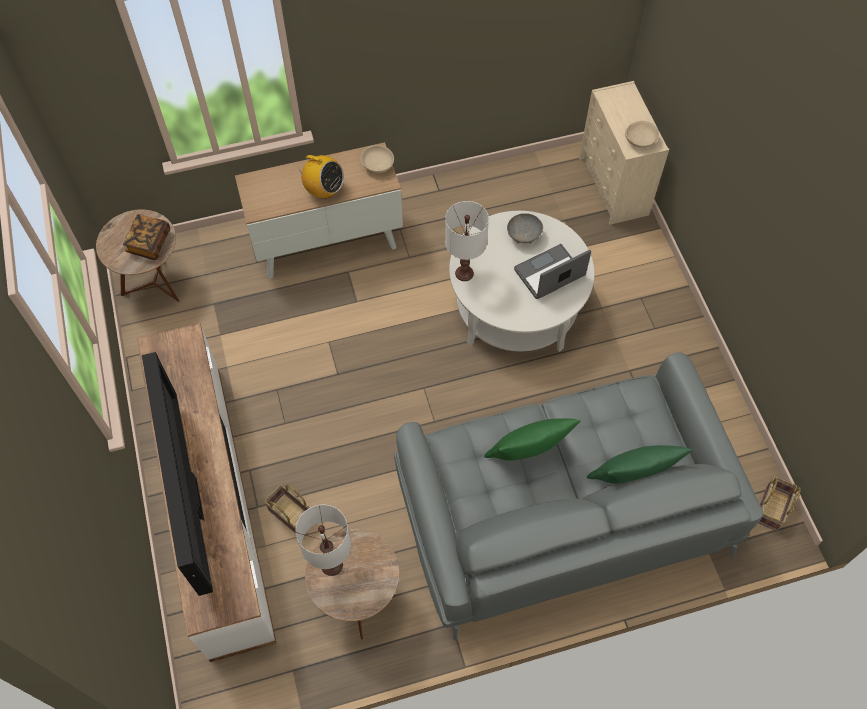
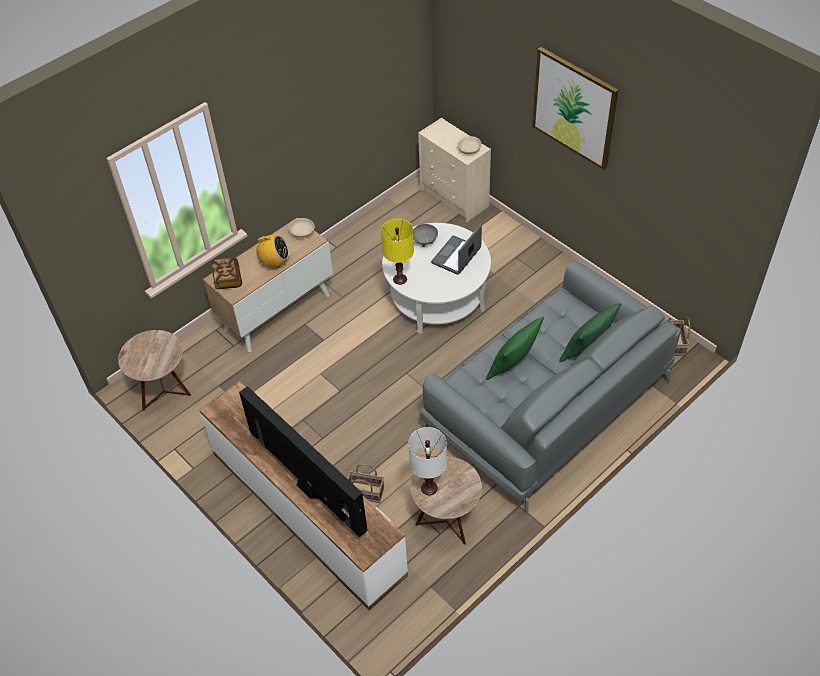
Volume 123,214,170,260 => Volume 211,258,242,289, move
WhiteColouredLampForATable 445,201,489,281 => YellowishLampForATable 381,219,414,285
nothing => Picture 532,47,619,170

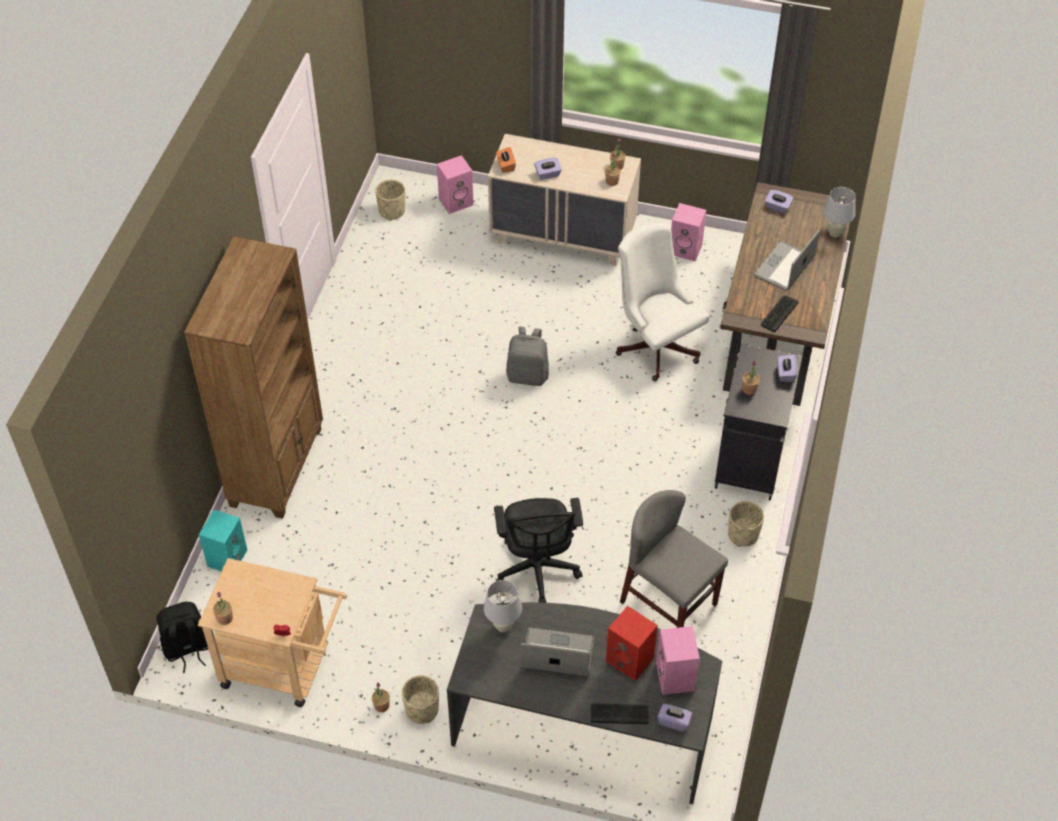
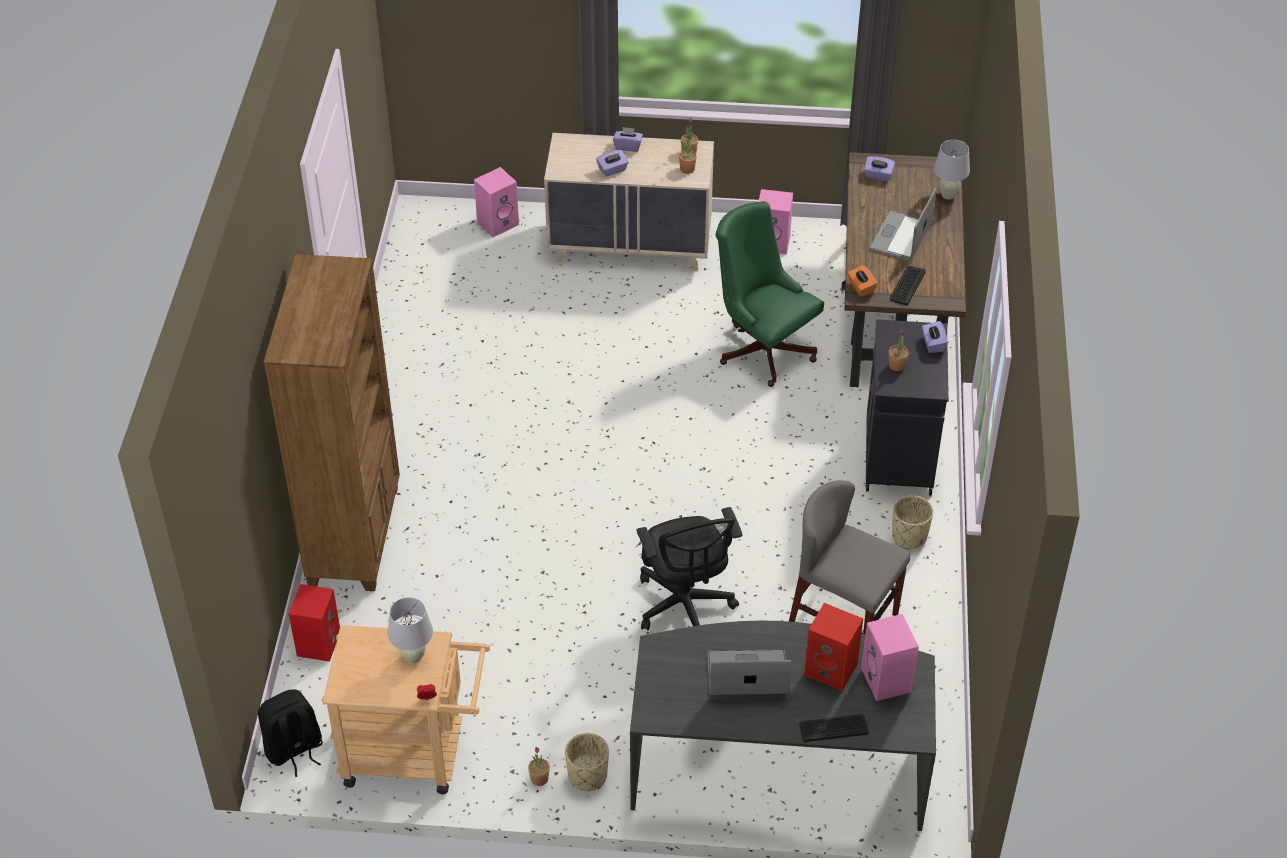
TurquoiseColouredLoudspeaker 199,510,247,572 => RedColouredLoudspeaker 289,584,340,662
PottedPlant 213,592,233,625 => nothing
BeigePlantPot 375,180,405,221 => nothing
WhiteColouredLampForATable 484,580,522,632 => WhiteColouredLampForATable 388,597,433,664, move
OrangeTissueBox 496,147,516,173 => OrangeTissueBox 848,265,877,296, move
GreyishRucksack 506,327,549,386 => nothing
WhiteColouredDeskChair 616,223,709,381 => GreenDeskChair 715,201,824,387
PurpleColouredTissueBox 657,704,692,732 => PurpleColouredTissueBox 613,127,643,152, move

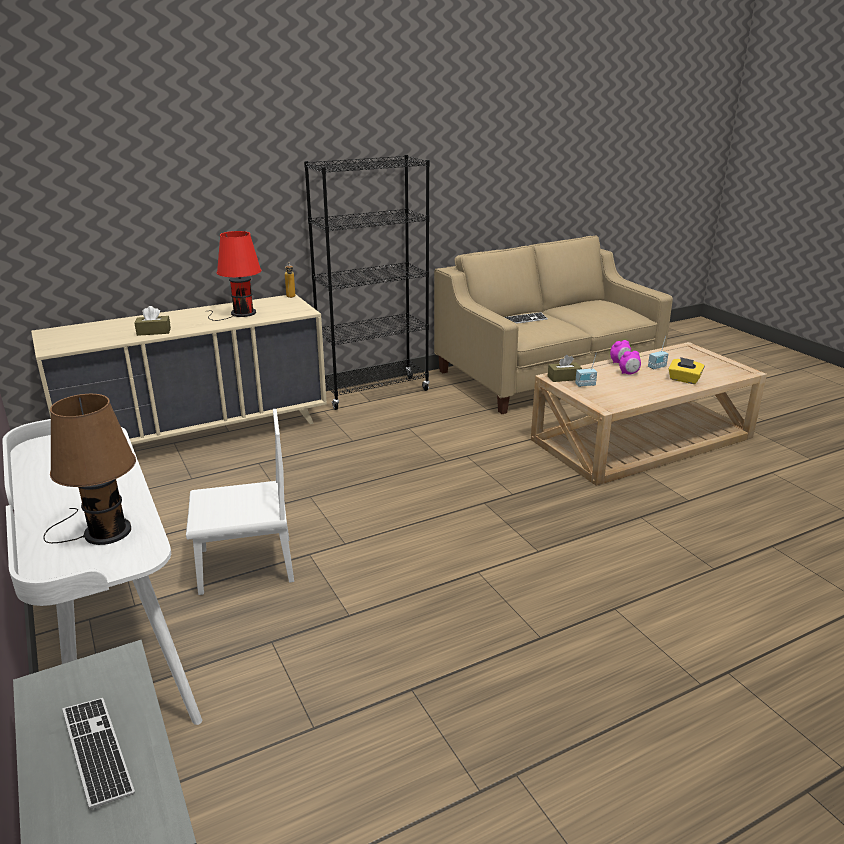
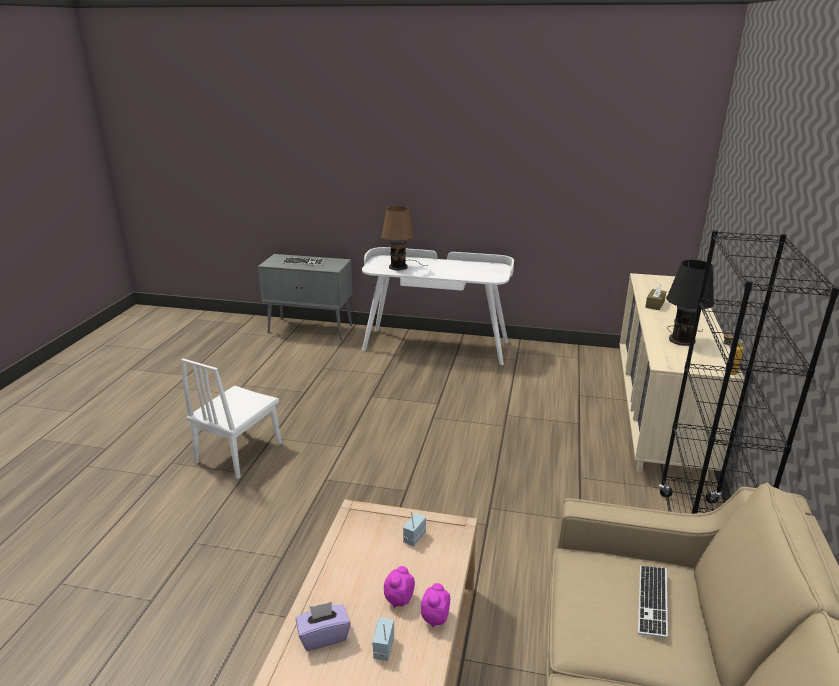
WhiteColouredChair 186,409,294,595 => WhiteColouredChair 181,359,282,479, move
RedColouredLampForATable 208,231,262,321 => BlackLampForATable 666,260,714,346
BrownTissueBox 548,355,582,382 => nothing
YellowishTissueBox 669,357,705,384 => PurpleColouredTissueBox 296,602,351,651

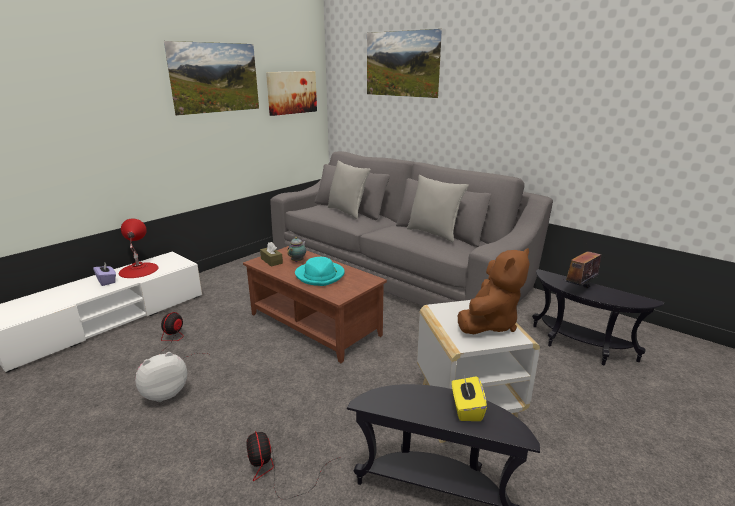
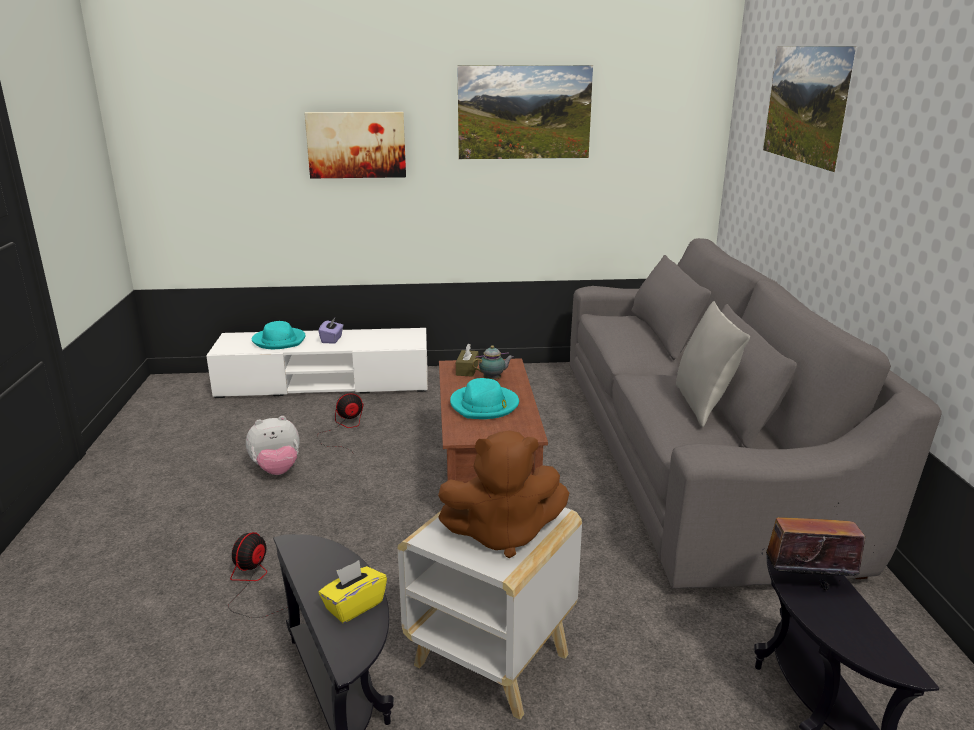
RedColouredLampForATable 119,218,159,278 => nothing
CuddlyToy 135,352,187,402 => CuddlyToy 246,416,299,475, 150 degrees clockwise
Picture 266,71,317,116 => Picture 304,112,406,179, move
GreyishPillow 328,160,371,219 => nothing
nothing => TurquoiseColouredWearableHat 251,321,306,349

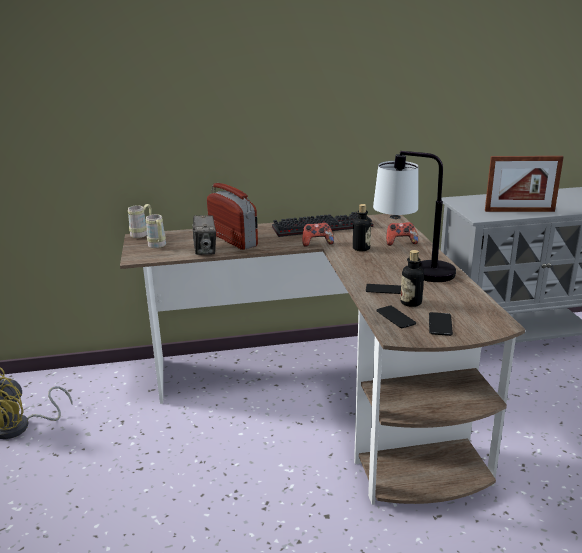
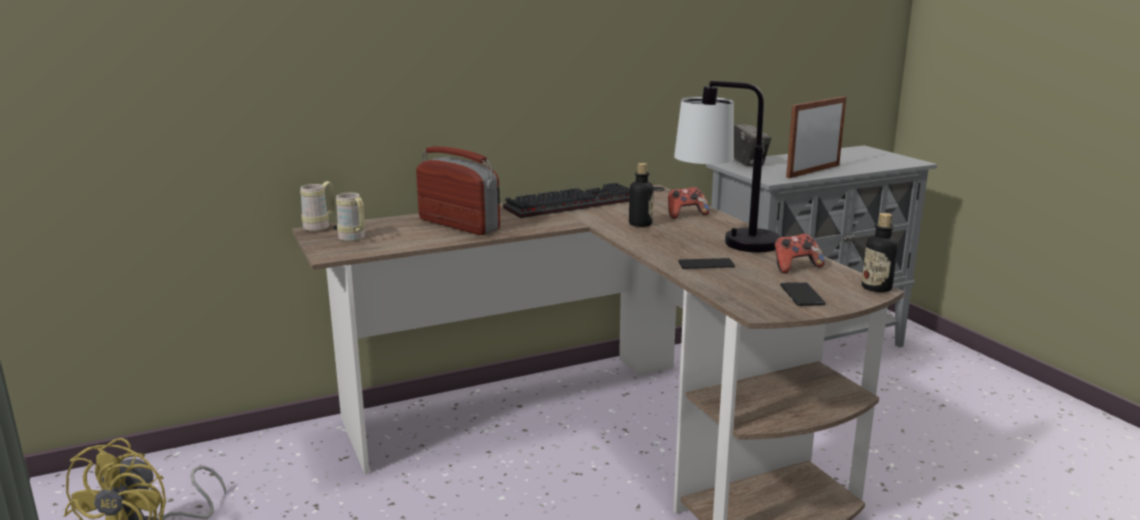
PhotoCamera 192,216,216,255 => PhotoCamera 734,124,771,166, move
Gamepad 302,223,334,247 => Gamepad 774,234,825,274, move
Telephone 377,305,416,328 => nothing
Bottle 400,250,424,307 => Bottle 862,213,898,292, move
PhotoFrame 485,156,564,212 => PhotoFrame 786,96,846,178, 150 degrees clockwise

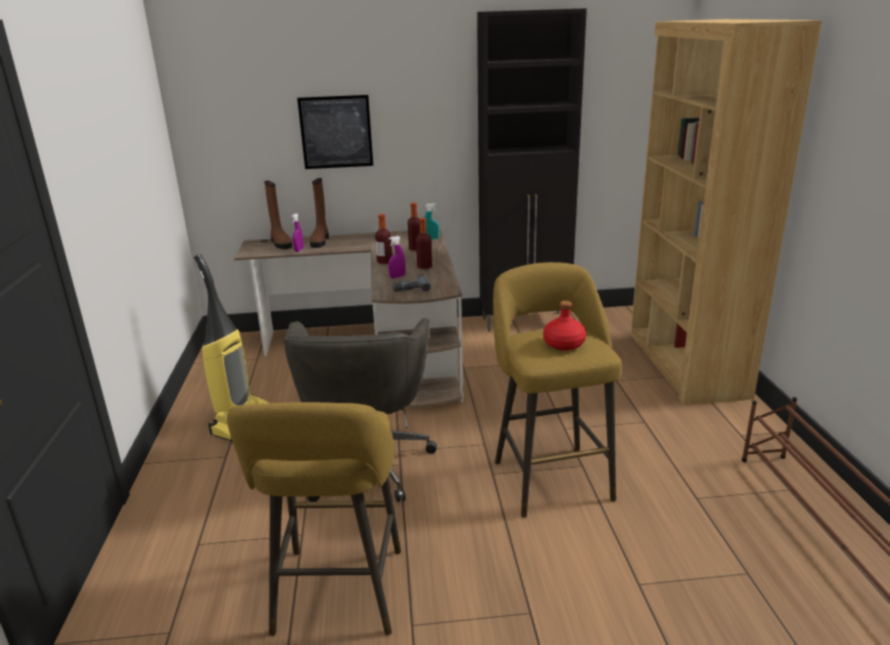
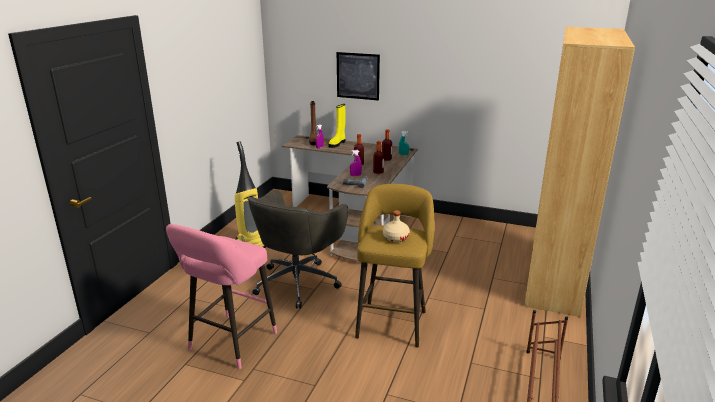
YellowishStool 227,402,401,636 => PinkStool 166,224,277,369
BrownTallBoot 310,178,329,248 => YellowishTallBoot 328,104,346,148
BlackCabinet 477,8,587,332 => nothing
RedColouredBottle 543,301,586,350 => BeigeBottle 383,210,410,242

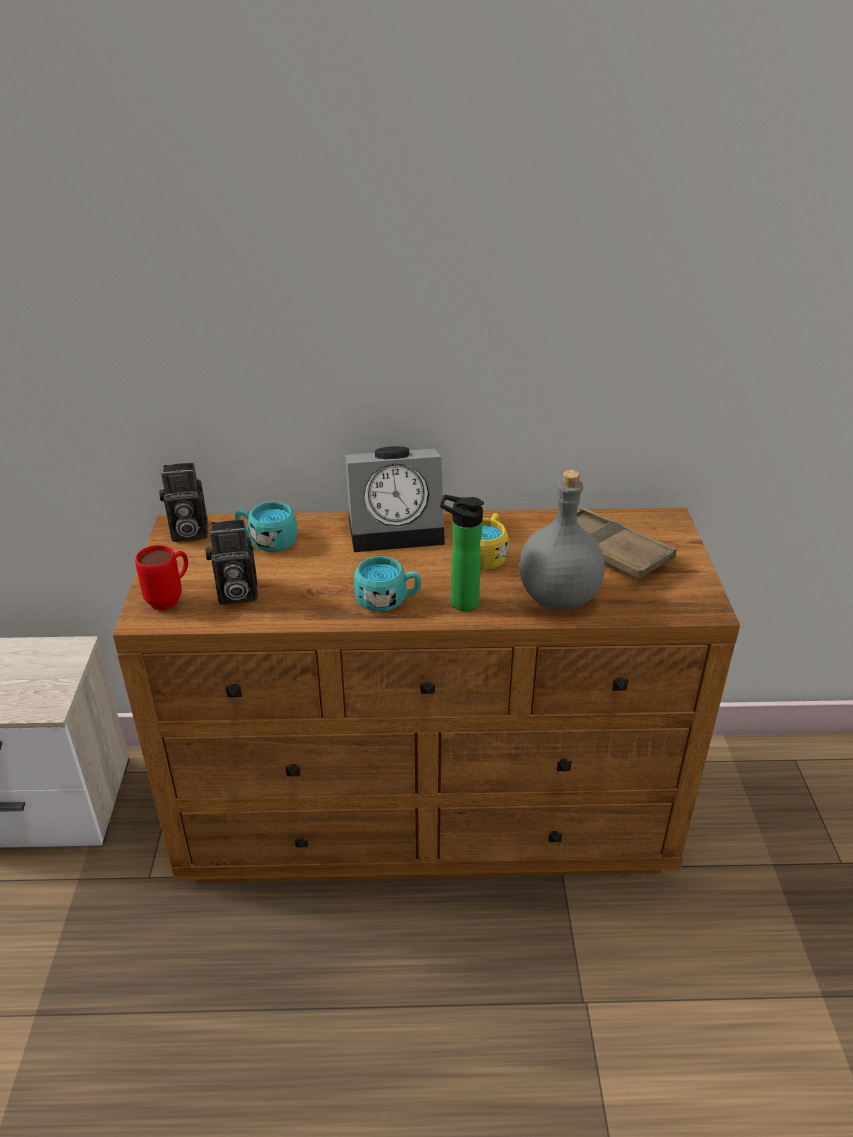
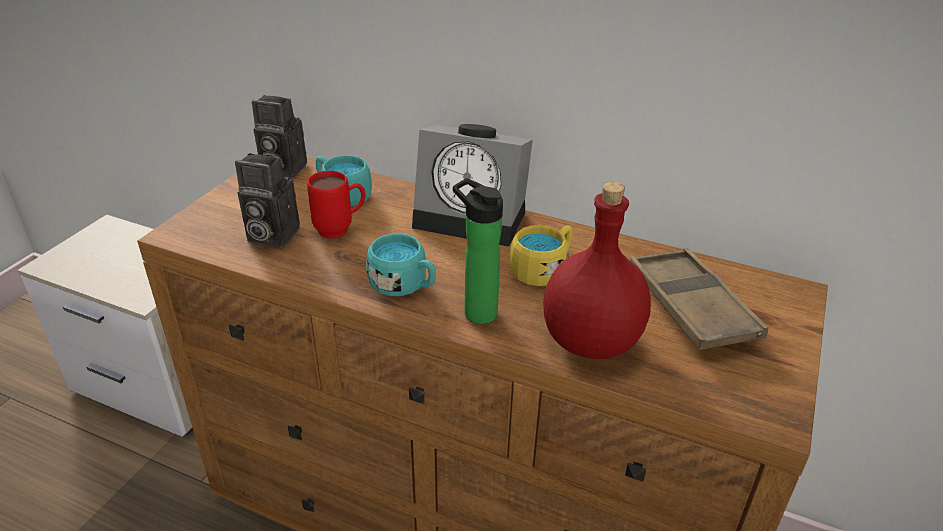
RedColouredTeaMug 135,545,188,610 => RedColouredTeaMug 307,171,366,239, move
GreyishBottle 519,470,604,610 => RedColouredBottle 543,182,651,359

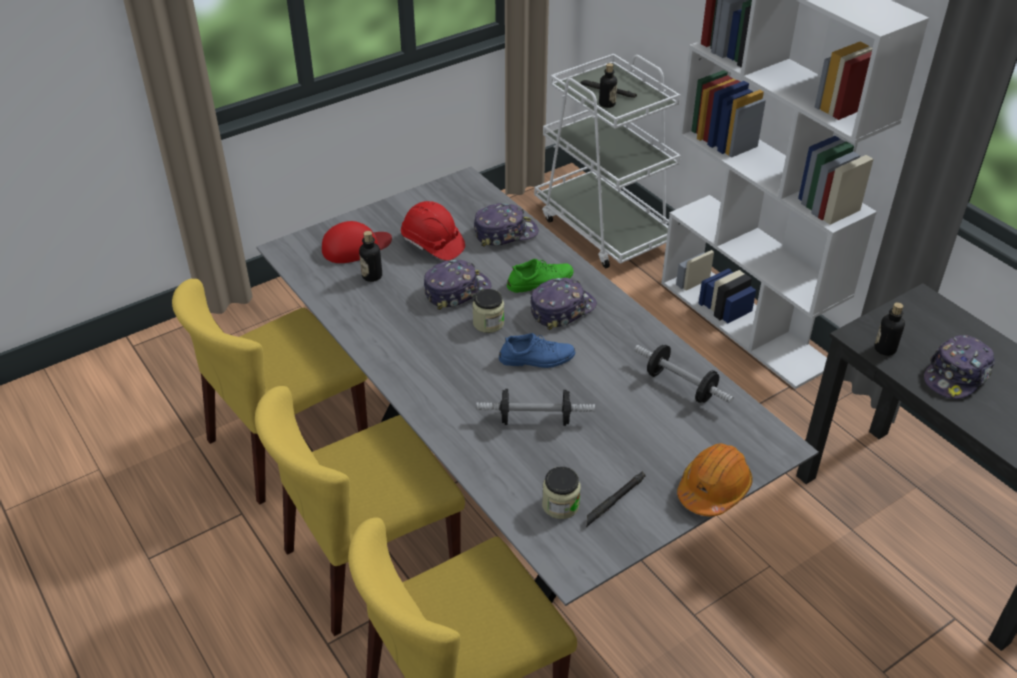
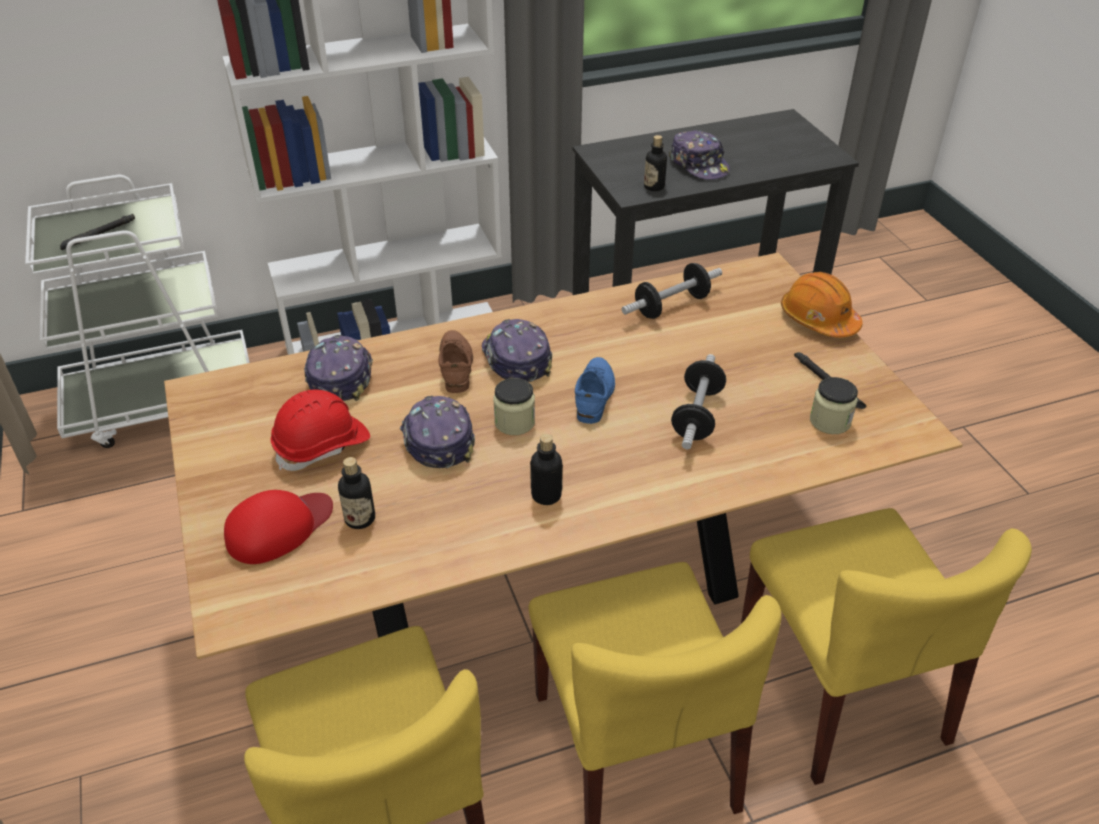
GreyishKitchenTable 256,167,819,606 => BrownKitchenTable 164,253,963,659
RedColouredCap 322,221,392,263 => RedColouredCap 224,490,333,564, 60 degrees clockwise
GreenShoe 507,259,573,293 => BrownShoe 439,330,473,393
Bottle 599,63,617,108 => Bottle 530,434,563,505, move

